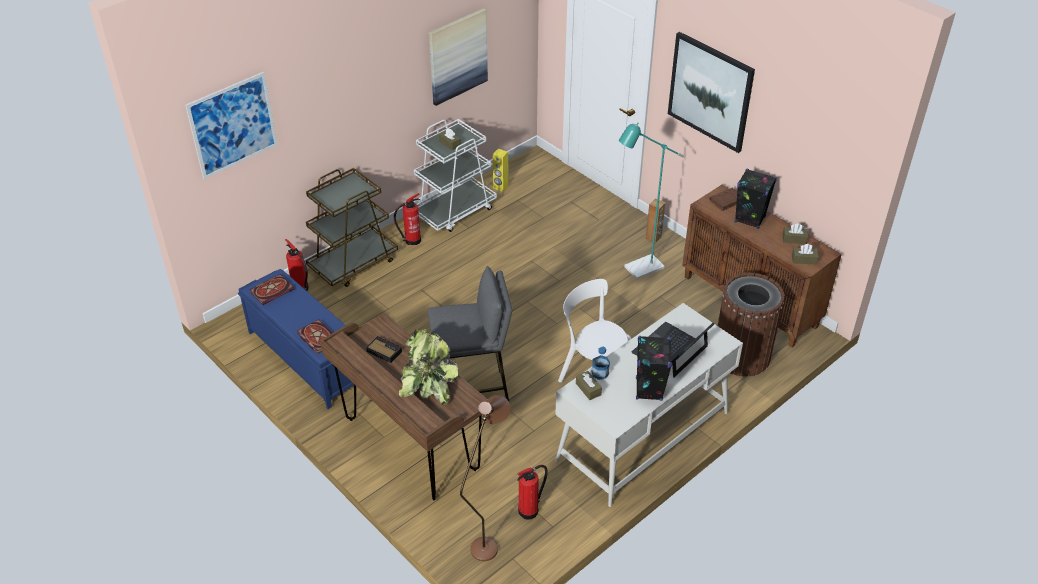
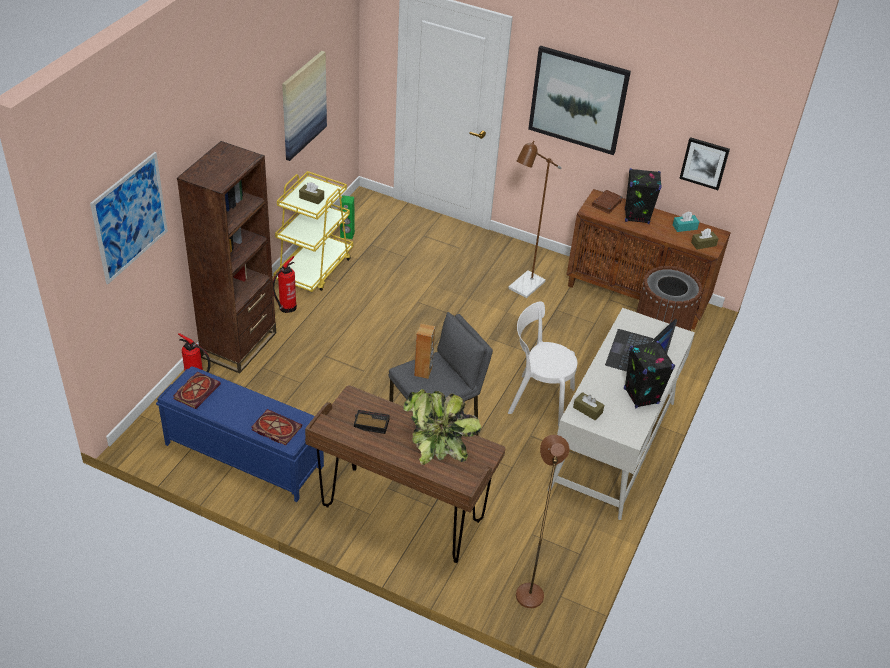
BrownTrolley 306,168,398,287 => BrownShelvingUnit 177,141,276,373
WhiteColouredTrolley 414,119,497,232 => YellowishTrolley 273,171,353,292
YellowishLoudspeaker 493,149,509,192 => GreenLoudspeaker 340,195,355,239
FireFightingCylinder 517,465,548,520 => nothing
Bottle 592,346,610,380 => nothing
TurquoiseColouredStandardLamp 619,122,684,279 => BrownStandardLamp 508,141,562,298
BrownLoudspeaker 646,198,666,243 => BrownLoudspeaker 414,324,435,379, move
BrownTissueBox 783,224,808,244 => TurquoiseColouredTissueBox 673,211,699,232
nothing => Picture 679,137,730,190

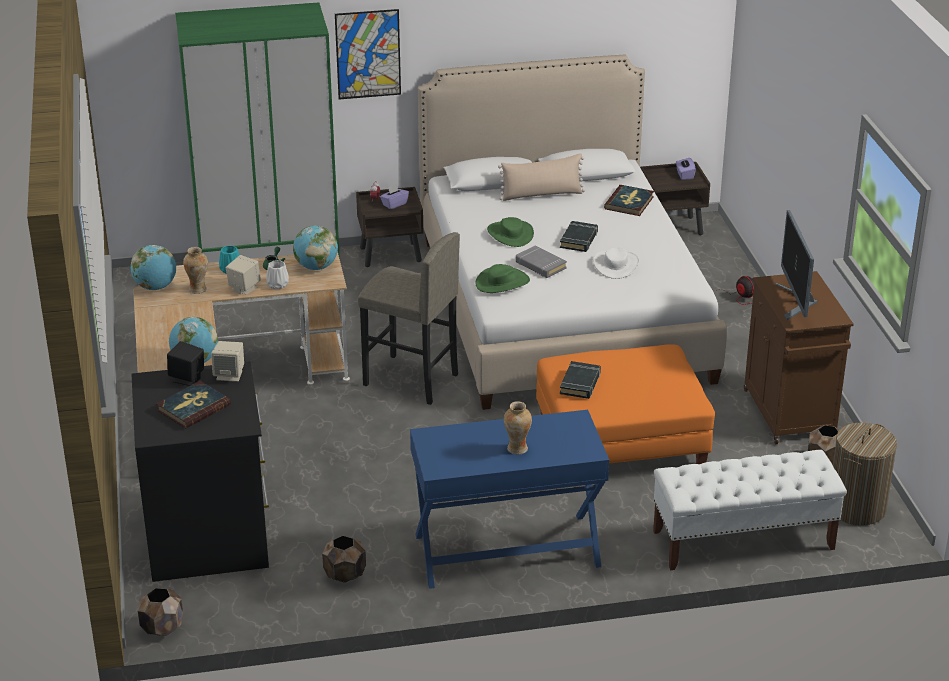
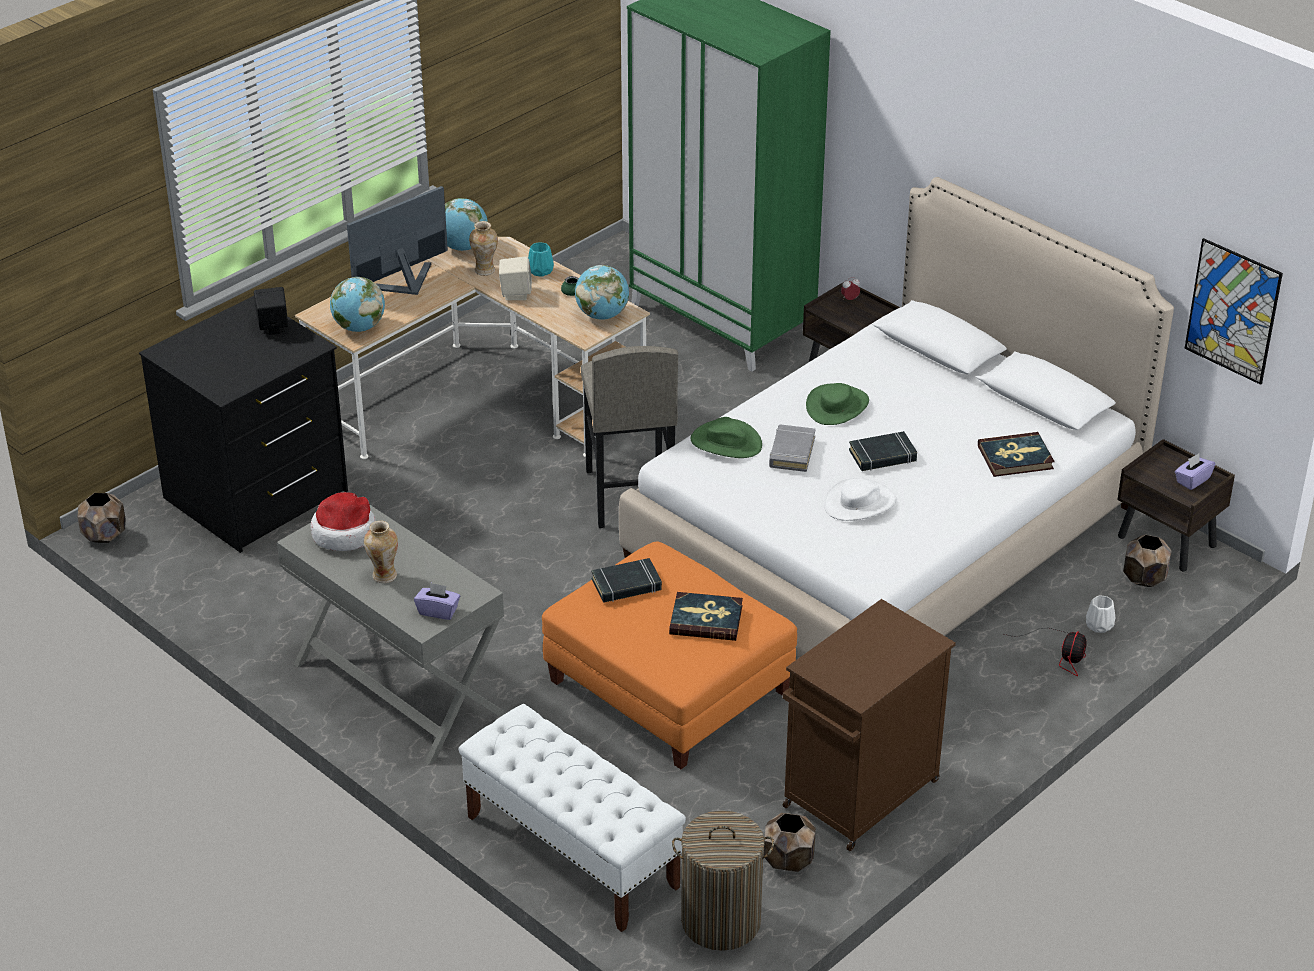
Volume 156,381,231,428 => Volume 669,592,743,641, move
BeigeLoudspeaker 211,341,244,382 => nothing
WhiteColouredFlowerVase 266,260,289,289 => WhiteColouredFlowerVase 1086,596,1115,633, move
BrownPlantPot 322,536,366,583 => BrownPlantPot 1123,535,1172,587, move
Picture 335,9,401,100 => Picture 1185,238,1283,385, move
PurpleColouredTissueBox 380,184,409,209 => PurpleColouredTissueBox 414,582,460,620, move
BlueColouredNarrowTable 410,410,609,589 => GreyishNarrowTable 277,496,506,765
BeigePillow 498,153,585,201 => nothing
ComputerDisplay 776,210,818,320 => ComputerDisplay 347,186,448,295, move
nothing => WearableHat 311,492,375,551

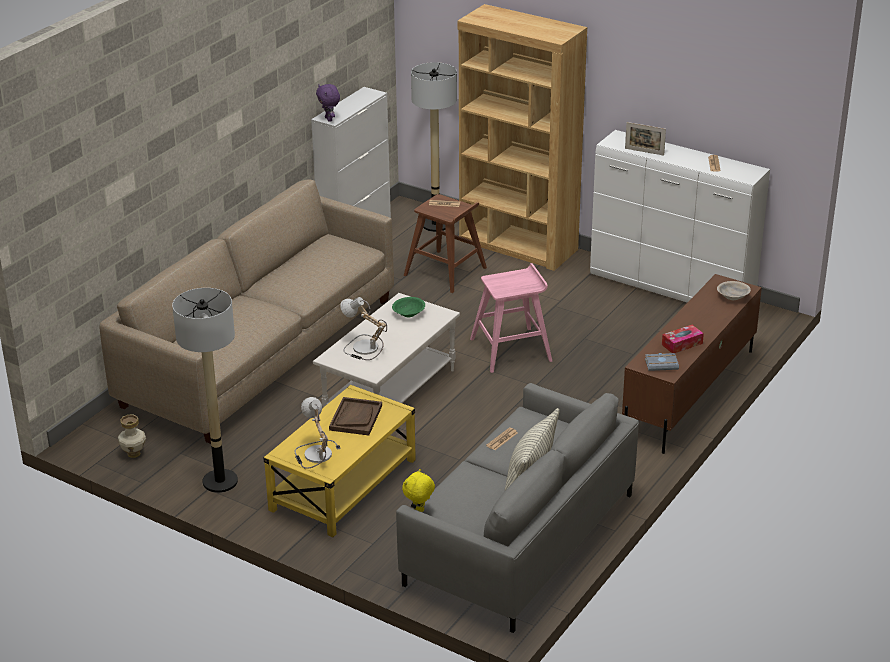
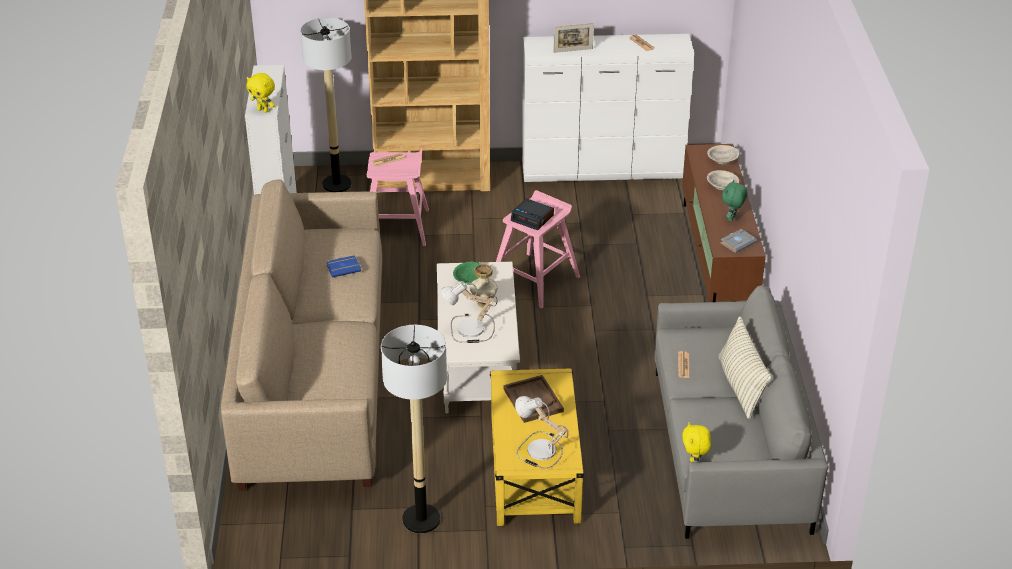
FlowerVase 118,415,146,458 => FlowerVase 469,264,498,308, move
PurpleColouredCuddlyToy 316,84,340,122 => YellowishCuddlyToy 247,73,275,113
BrownStool 404,194,487,293 => PinkStool 367,148,429,246
TissueBox 662,325,704,353 => GreenCuddlyToy 722,180,748,221
nothing => BlueColouredVolume 326,255,361,278
nothing => AlarmClock 511,198,554,230
nothing => BeigeServingBowl 707,170,739,190

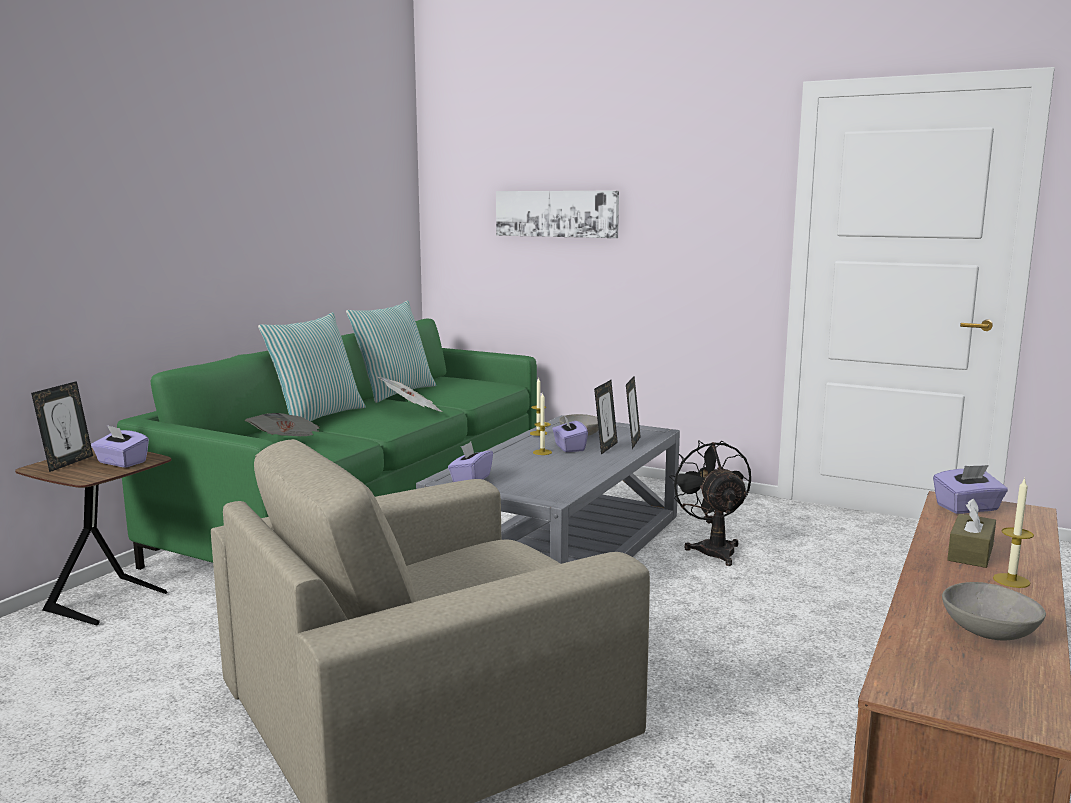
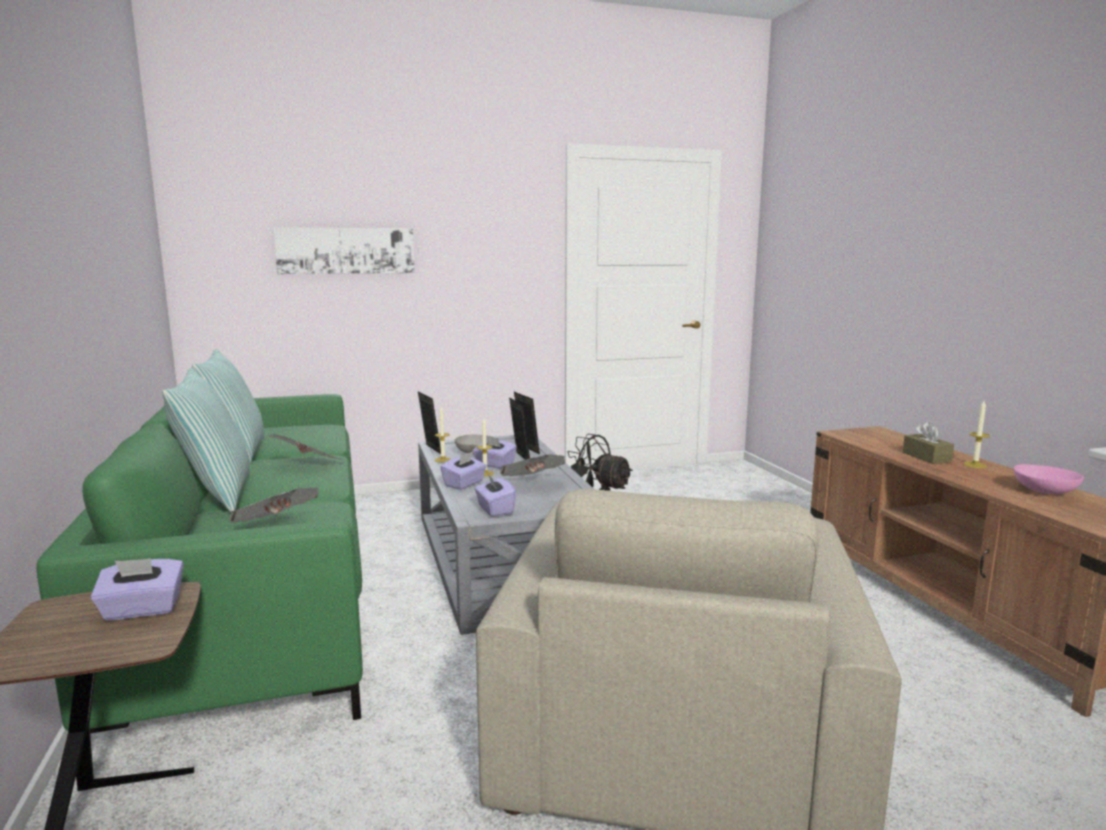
PhotoFrame 31,381,93,472 => PhotoFrame 418,392,441,454, move
PurpleColouredTissueBox 933,465,1008,514 => PurpleColouredTissueBox 440,452,487,490, move
GreyishServingBowl 942,582,1046,640 => PinkServingBowl 1014,464,1084,494
nothing => PrintedPaper 500,455,565,476

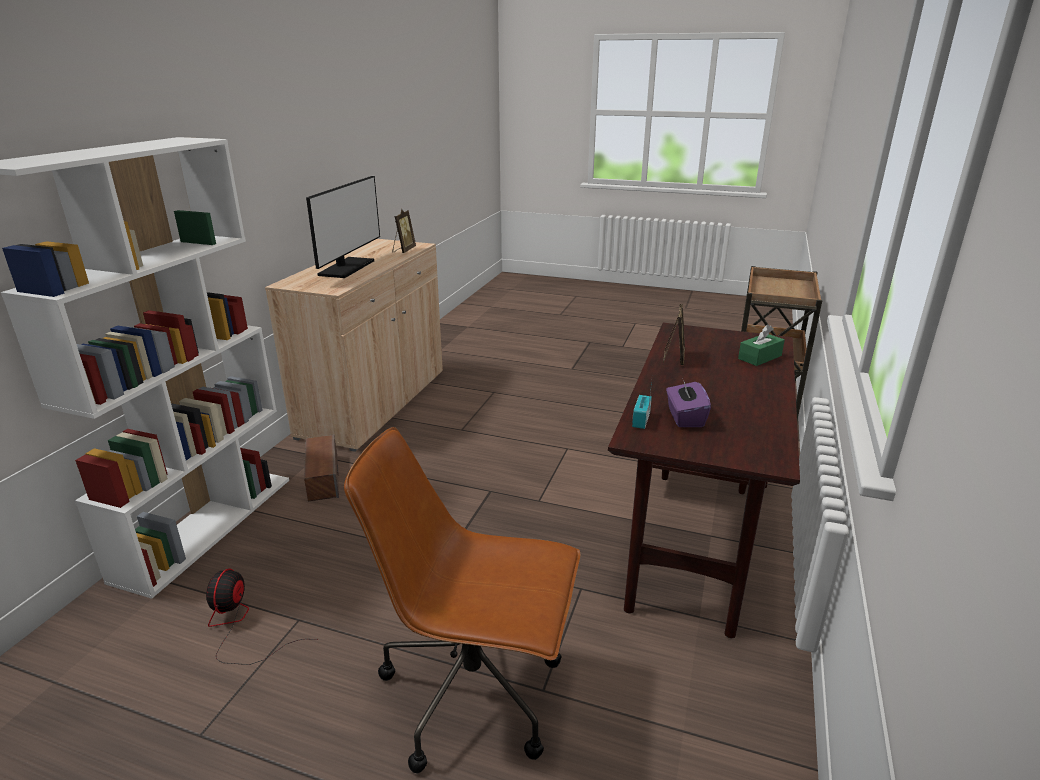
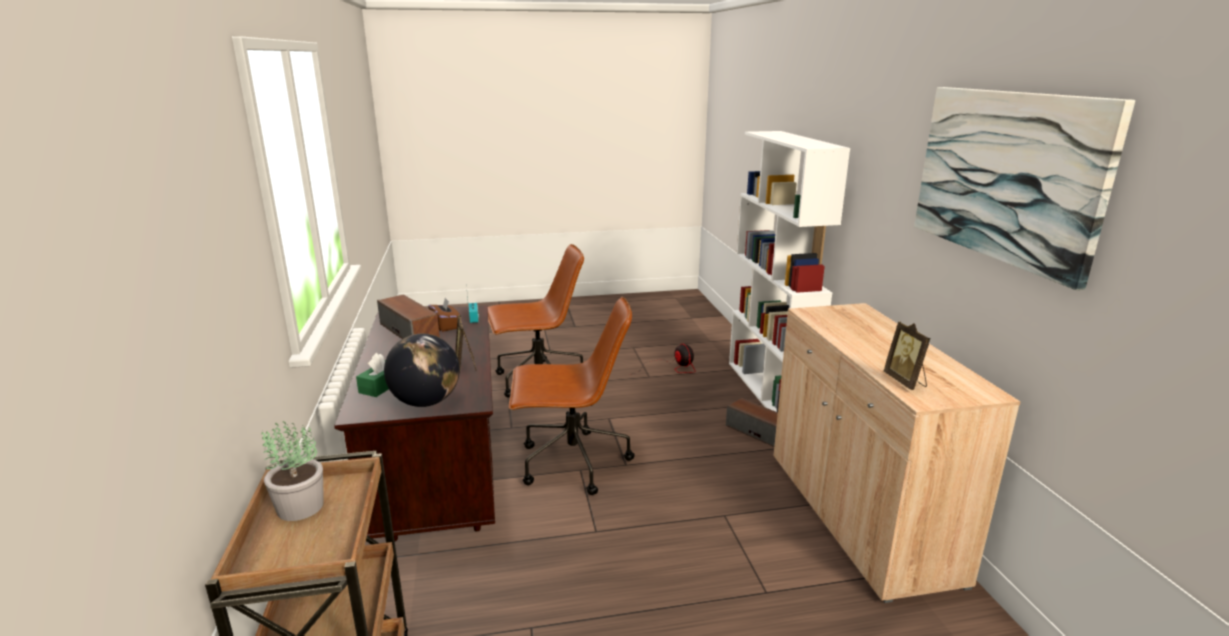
ComputerDisplay 306,176,380,278 => nothing
PurpleColouredTissueBox 666,380,711,427 => BrownTissueBox 428,298,460,332
nothing => PottedPlant 261,421,324,521
nothing => Loudspeaker 377,295,440,339
nothing => Globe 384,334,460,407
nothing => BrownDeskChair 509,297,635,495
nothing => Picture 914,87,1136,290

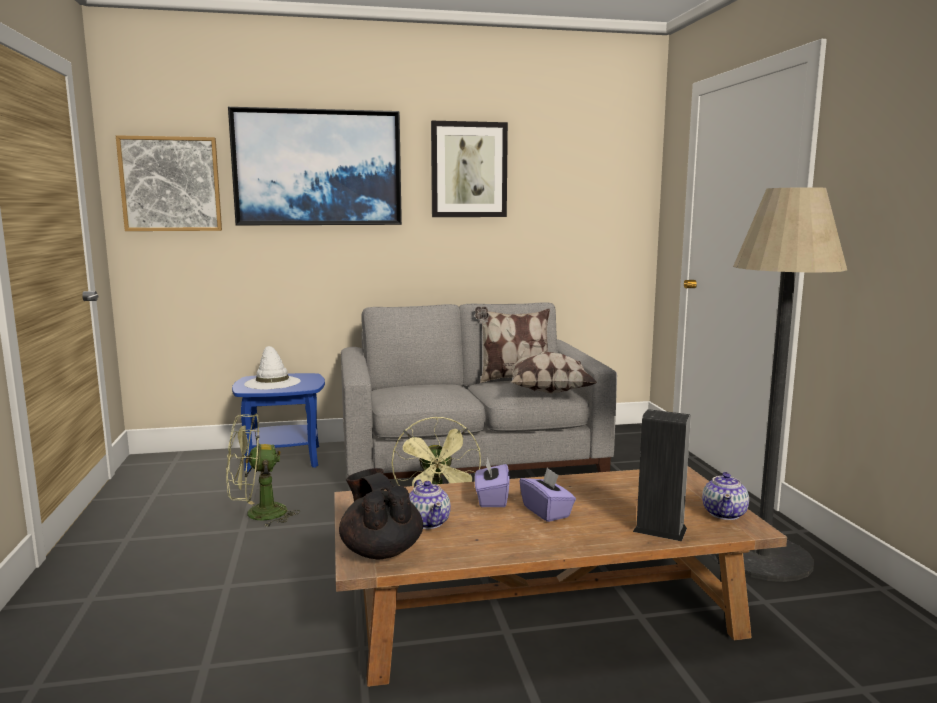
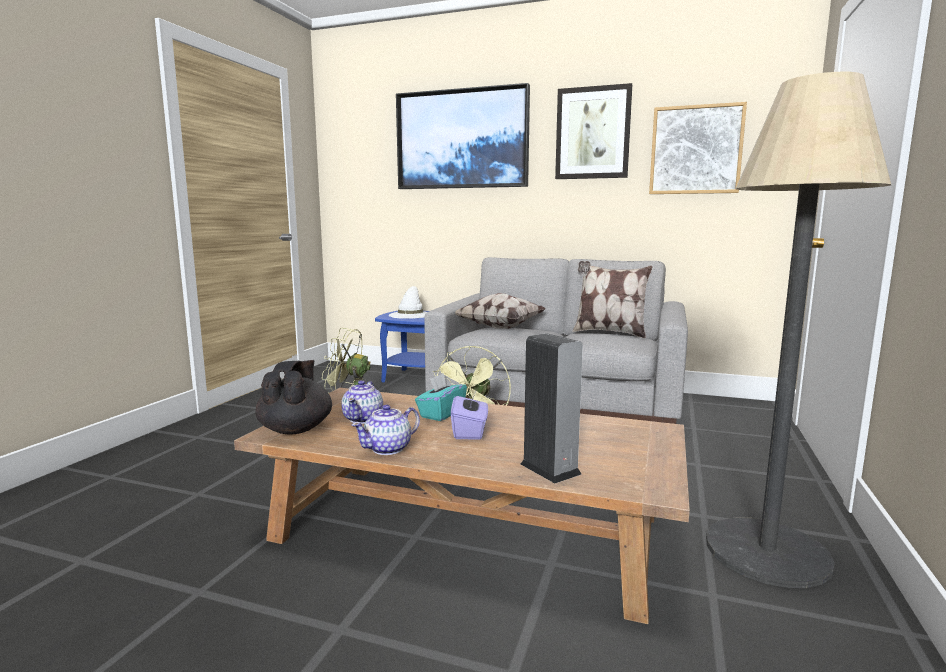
Picture 116,135,222,231 => Picture 649,102,747,194, move
PurpleColouredTissueBox 475,457,510,507 => TurquoiseColouredTissueBox 415,373,467,421
Pillow 504,352,598,394 => Pillow 455,293,545,329, move
Teapot 702,472,749,520 => Teapot 351,405,420,455, move

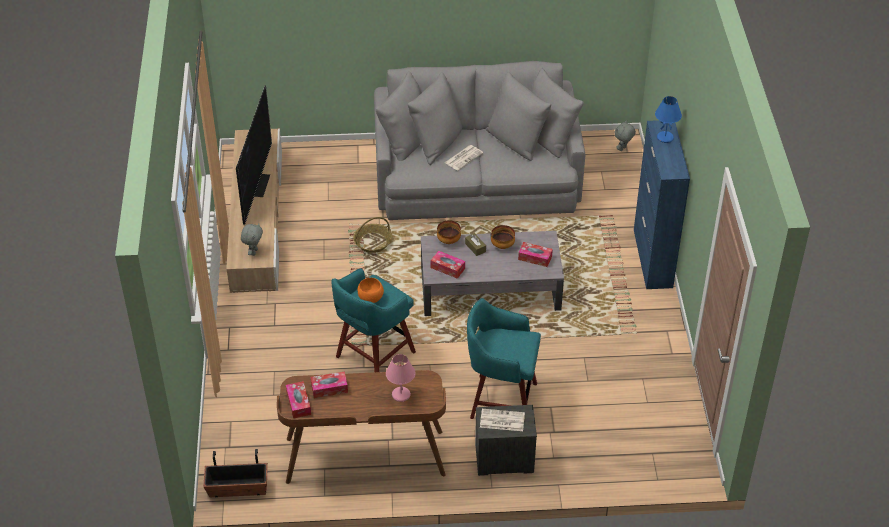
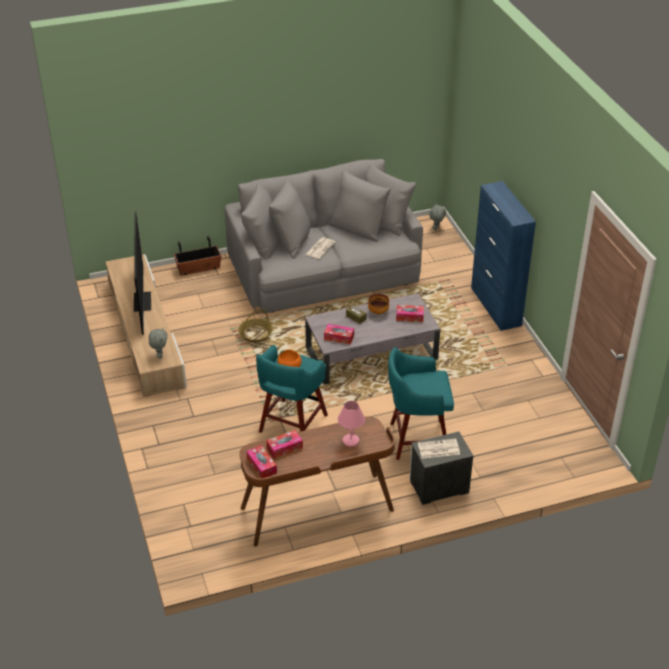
PlantPot 204,449,268,497 => PlantPot 174,236,222,276, move
ServingBowl 437,220,461,244 => nothing
BlueColouredLampForATable 655,96,682,143 => nothing

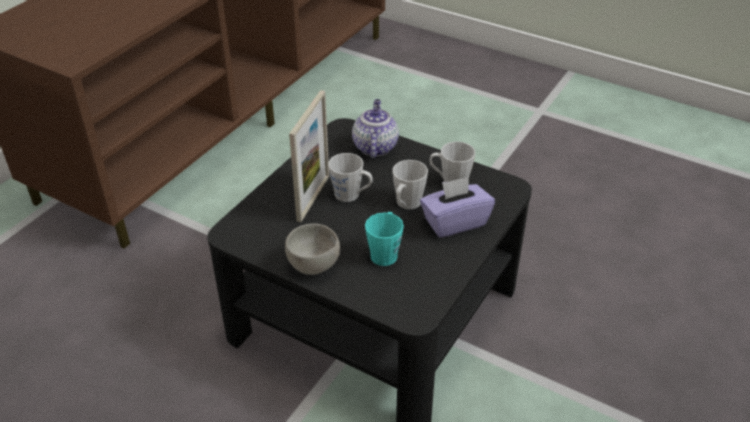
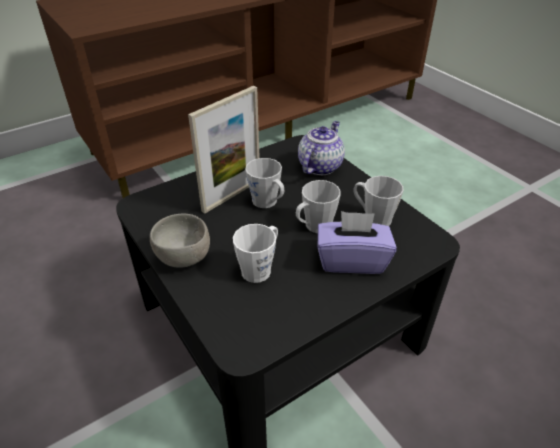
TurquoiseColouredTeaMug 365,212,404,266 => WhiteColouredTeaMug 233,224,278,283

